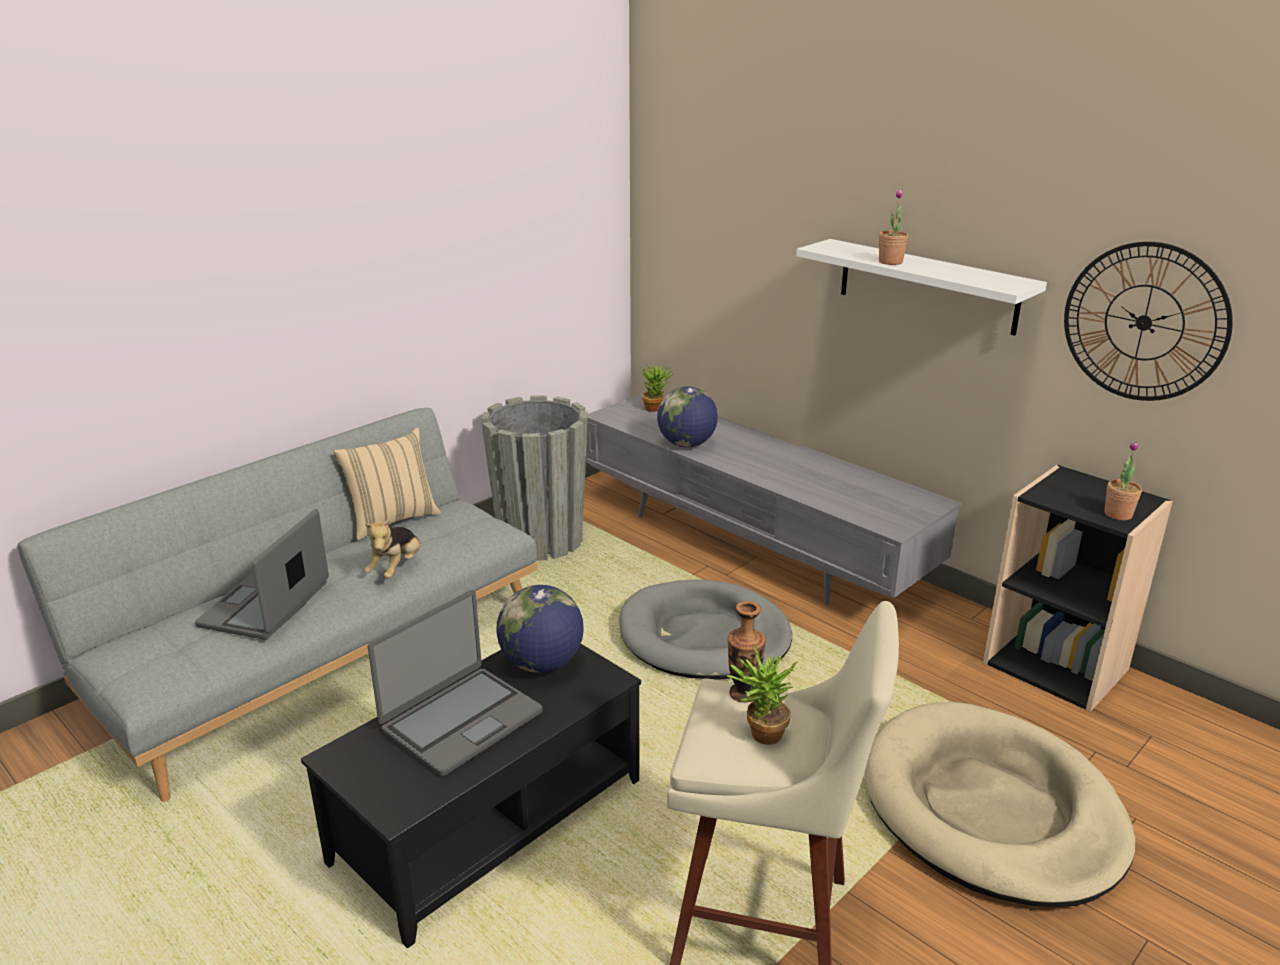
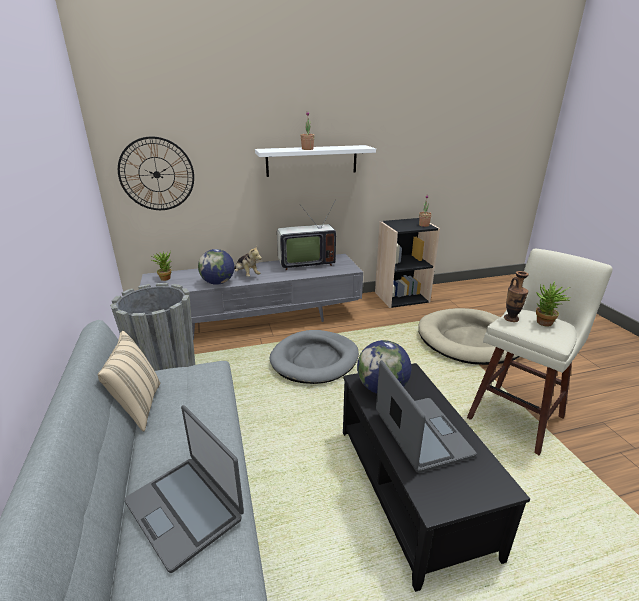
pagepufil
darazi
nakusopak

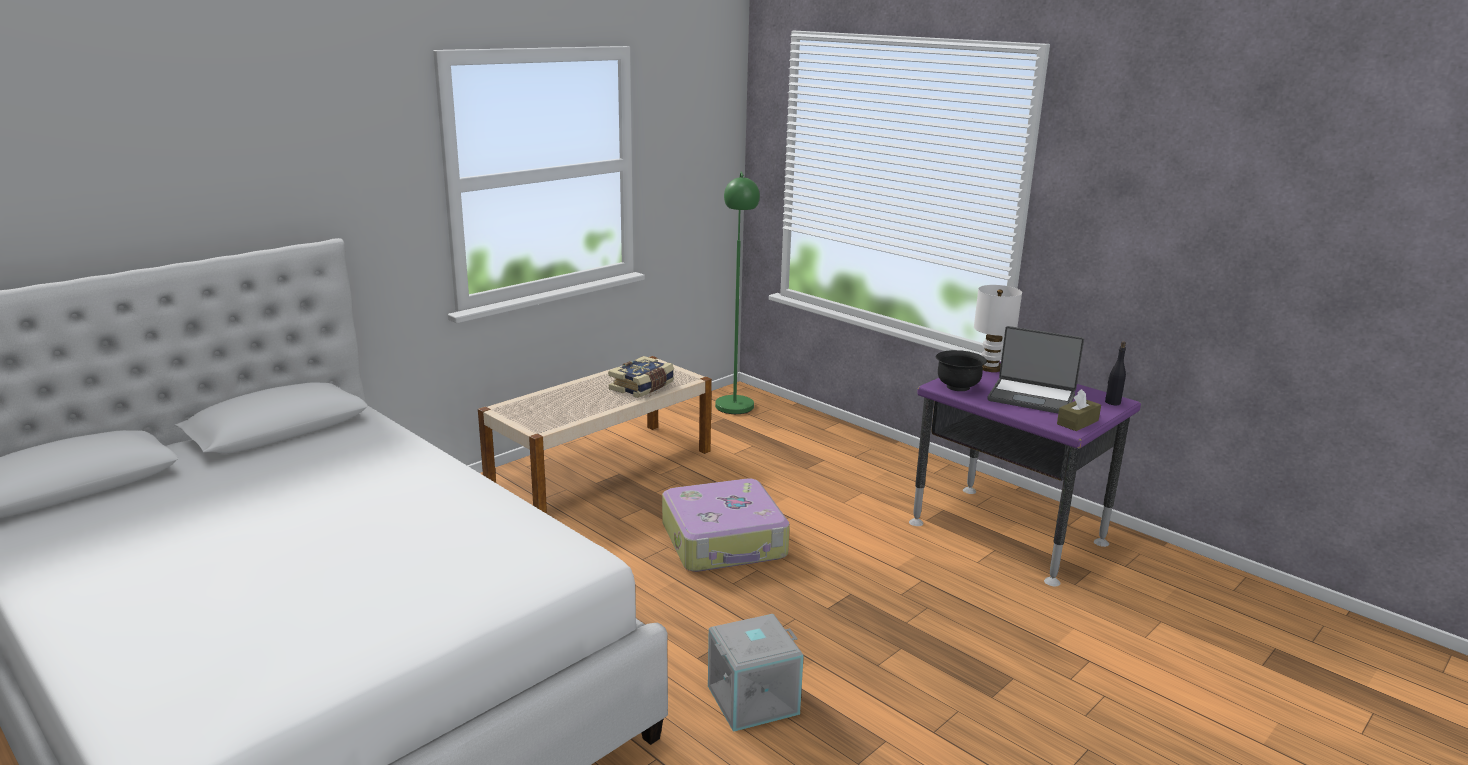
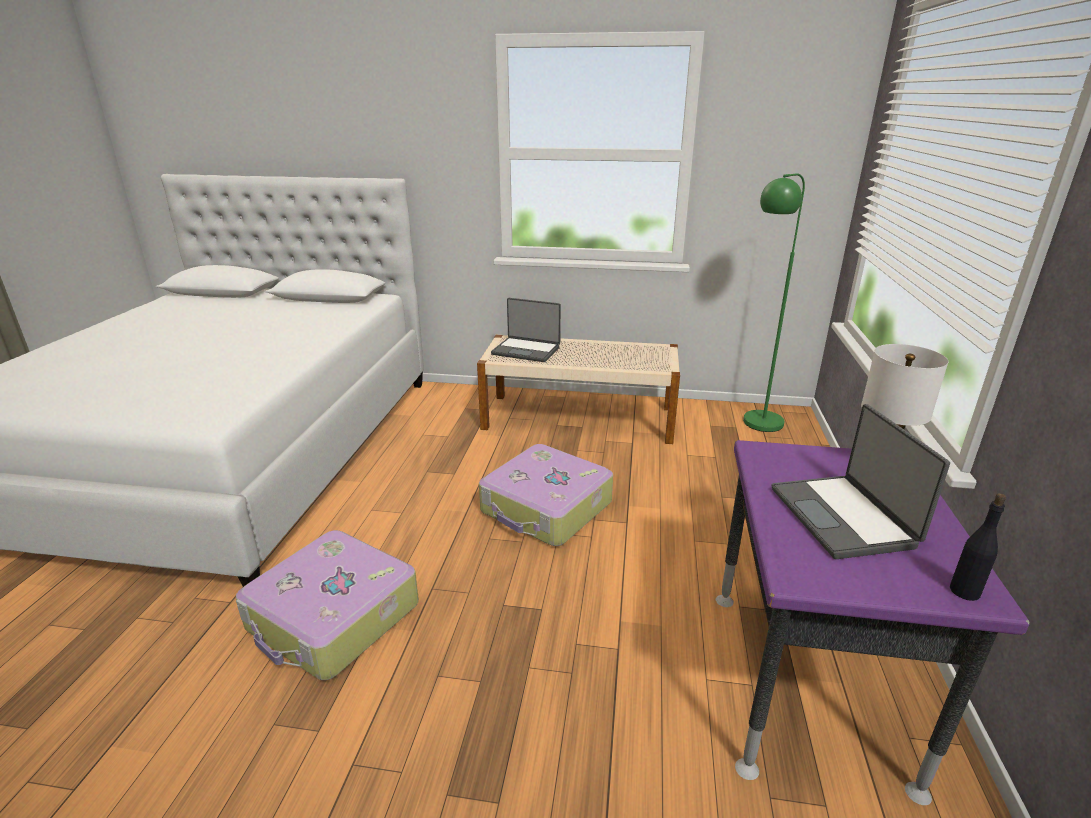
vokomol (no. 1 from left)
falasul (no. 1 from left)
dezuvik
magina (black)
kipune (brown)

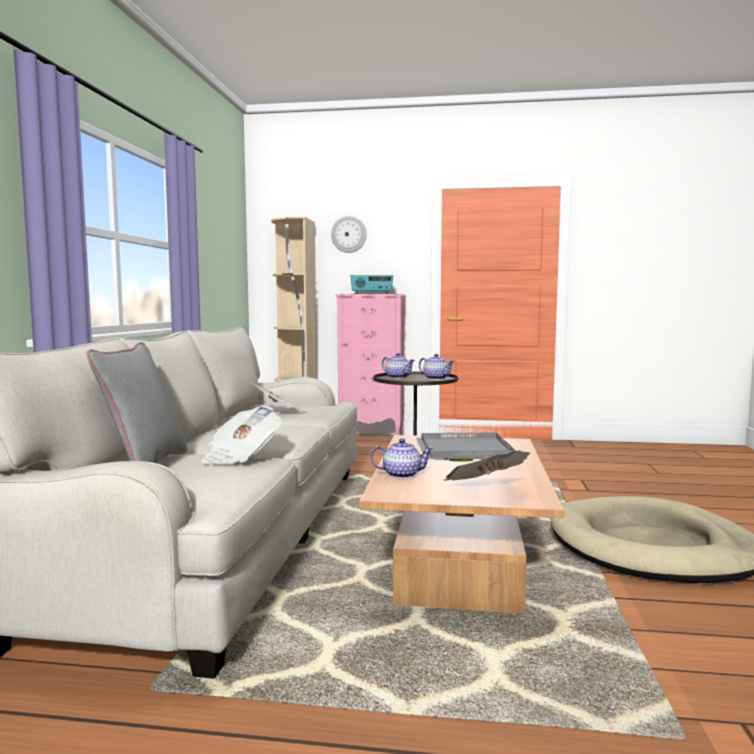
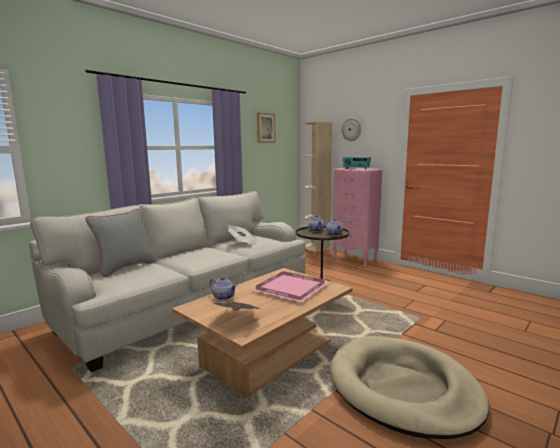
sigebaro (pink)
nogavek
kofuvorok (no. 1 from left in the first image)

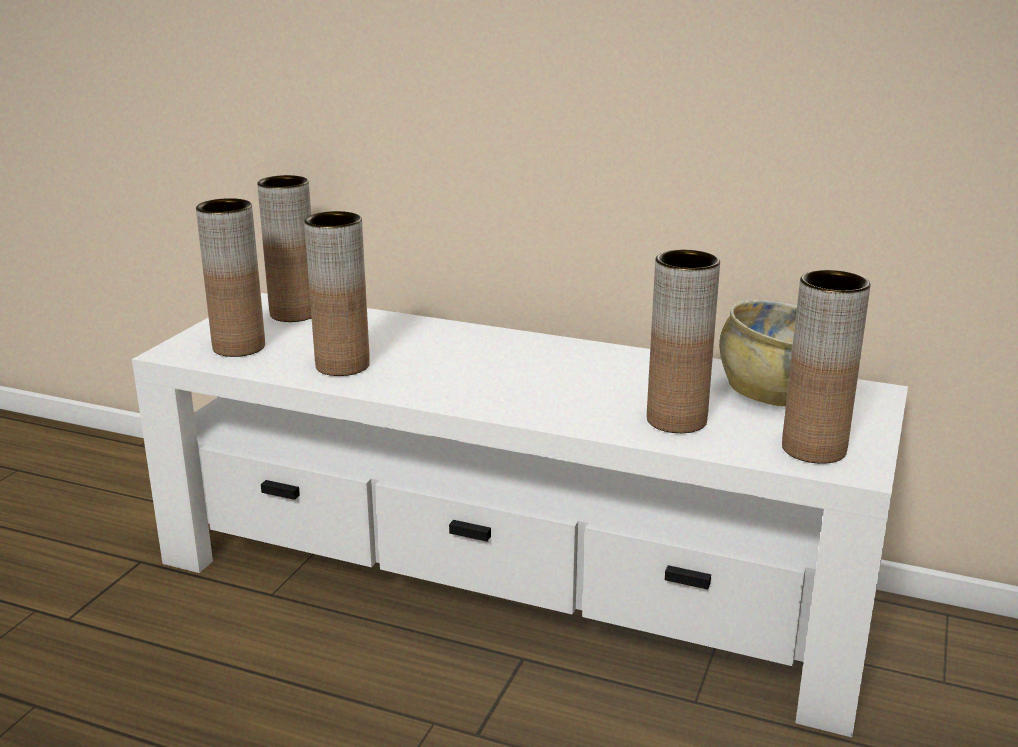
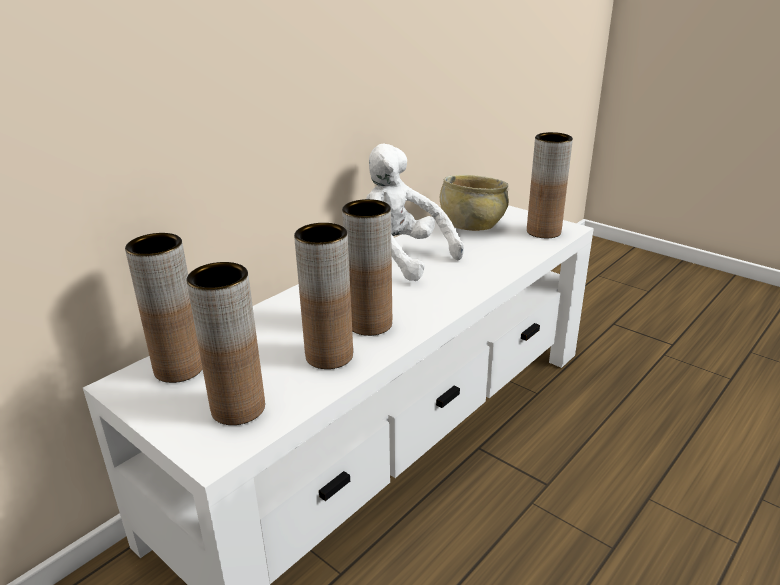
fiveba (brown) (no. 4 from left)
darazi (white)

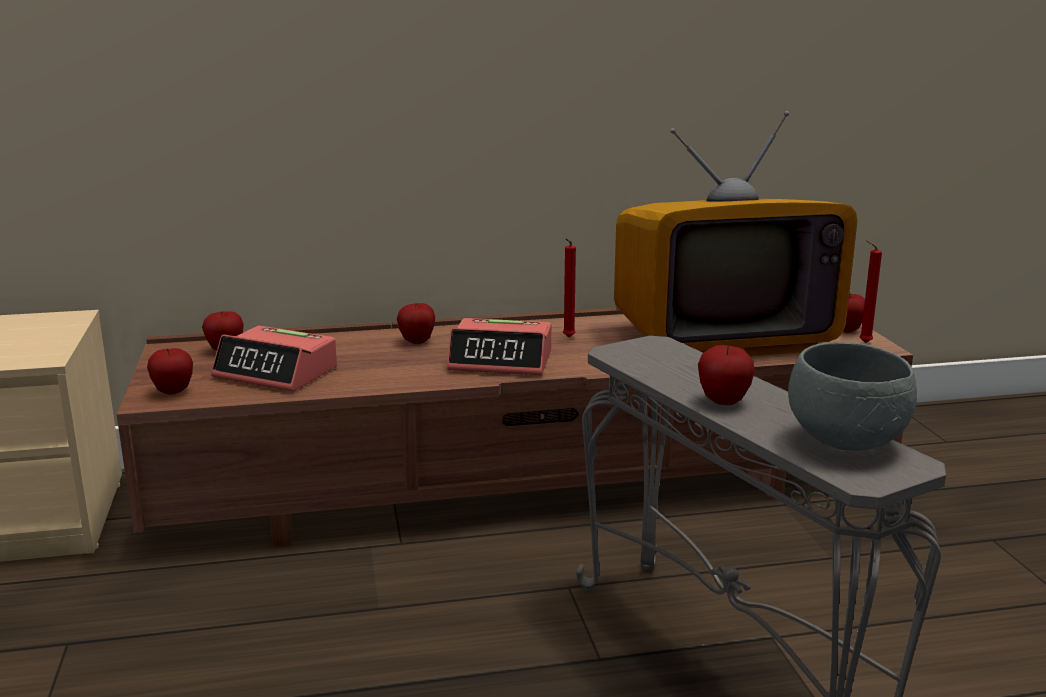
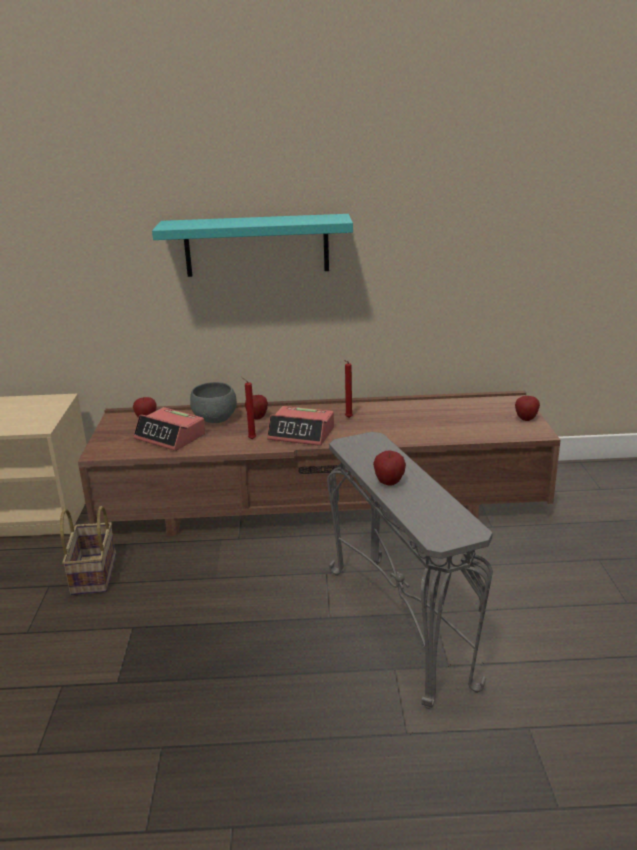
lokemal
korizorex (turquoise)
magina (grey)
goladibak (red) (no. 1 from left)
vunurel (no. 1 from left in the first image)
nakusopak

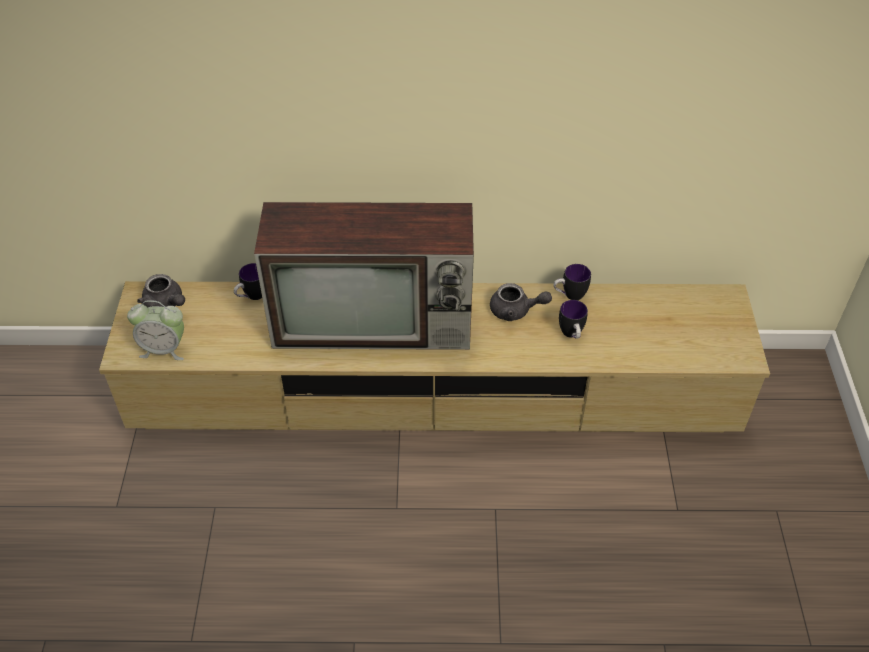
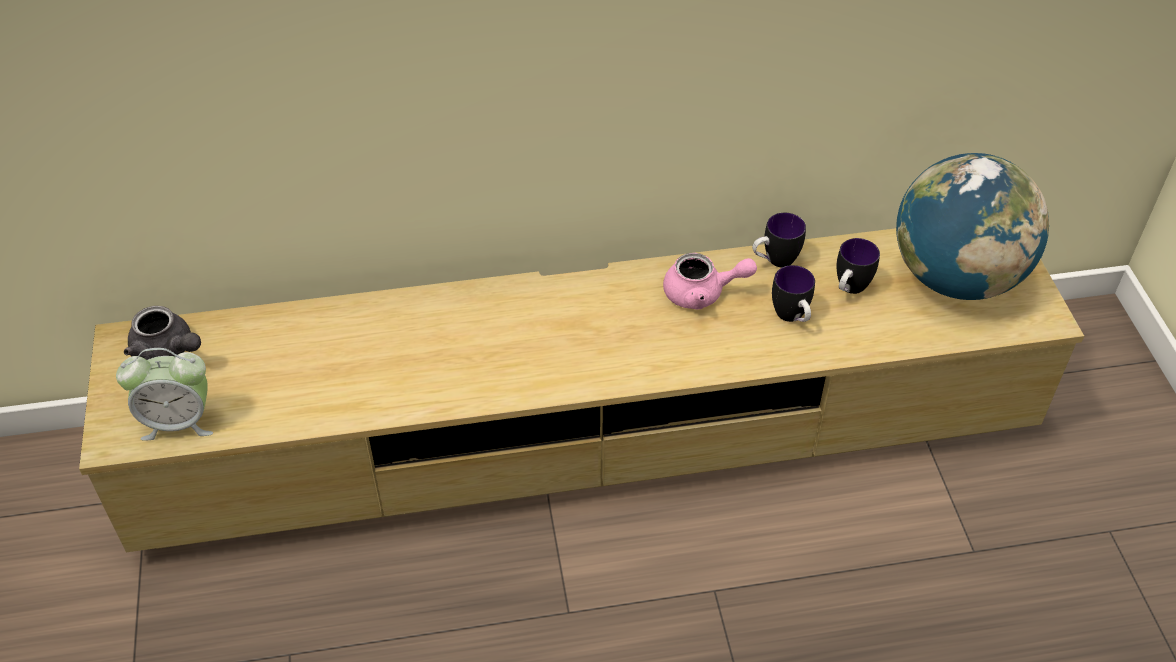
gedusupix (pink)
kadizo (no. 3 from left)
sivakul
nakusopak

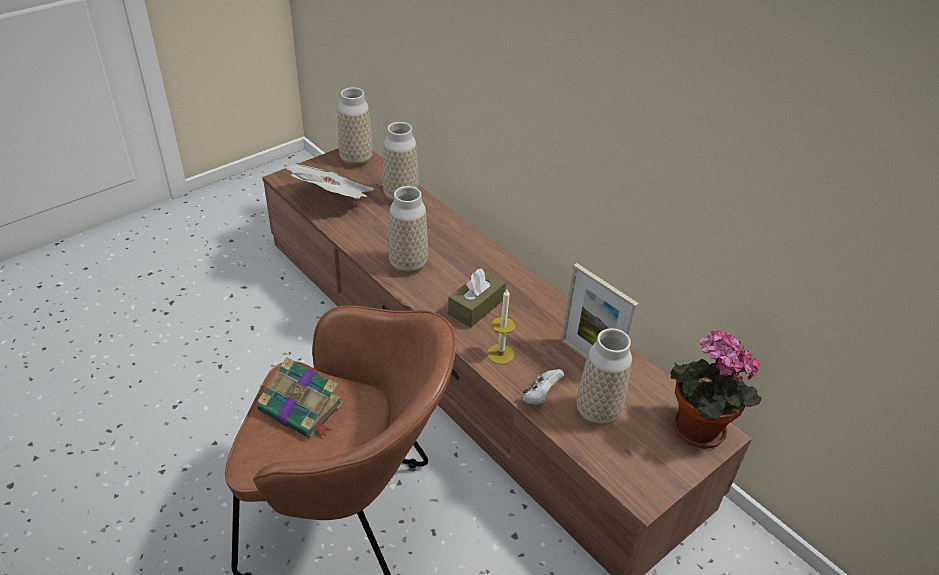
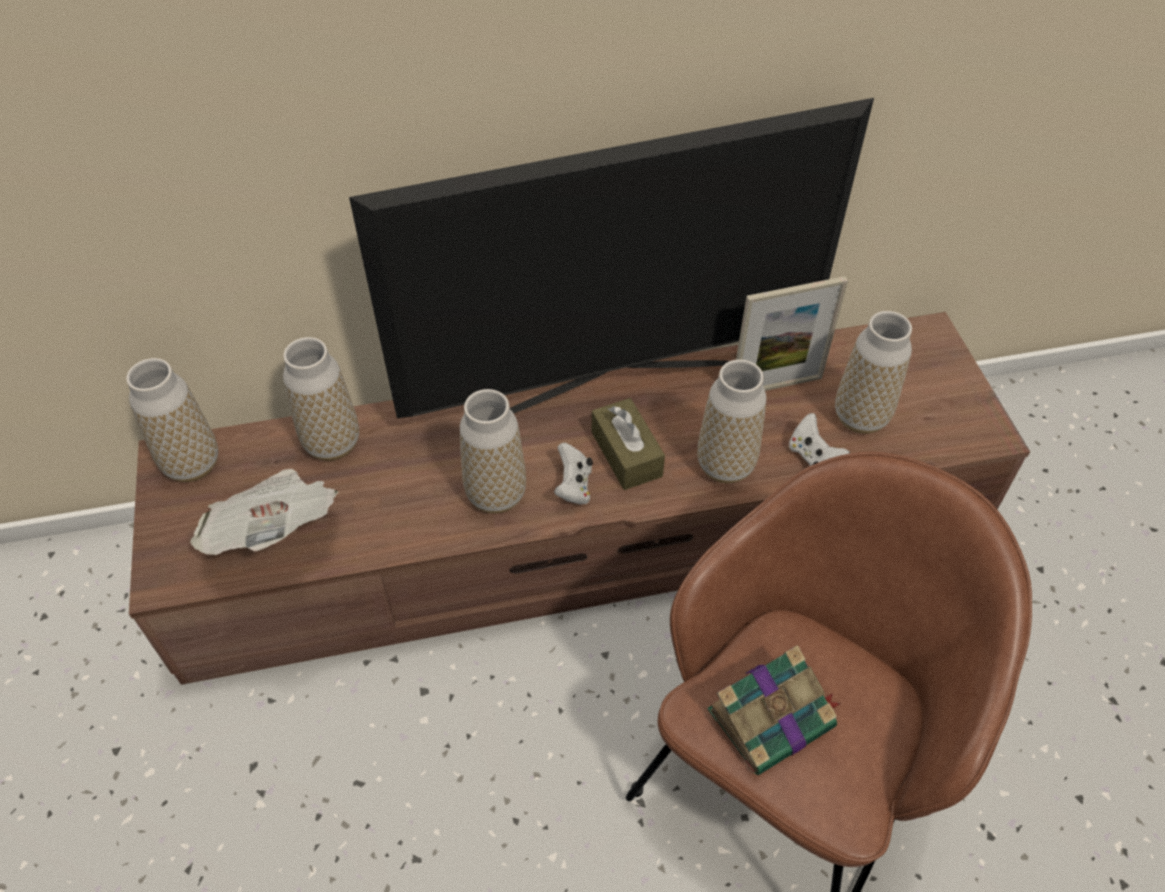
nakusopak
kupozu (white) (no. 1 from left)
fiveba (no. 4 from left)
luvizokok

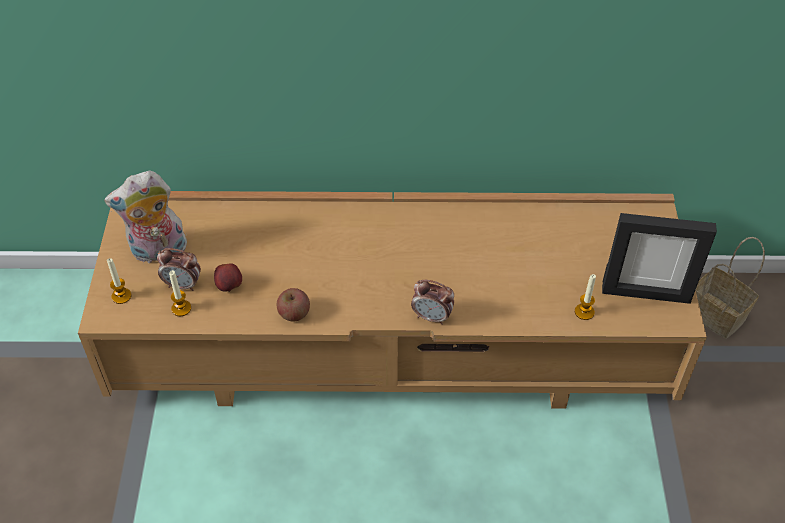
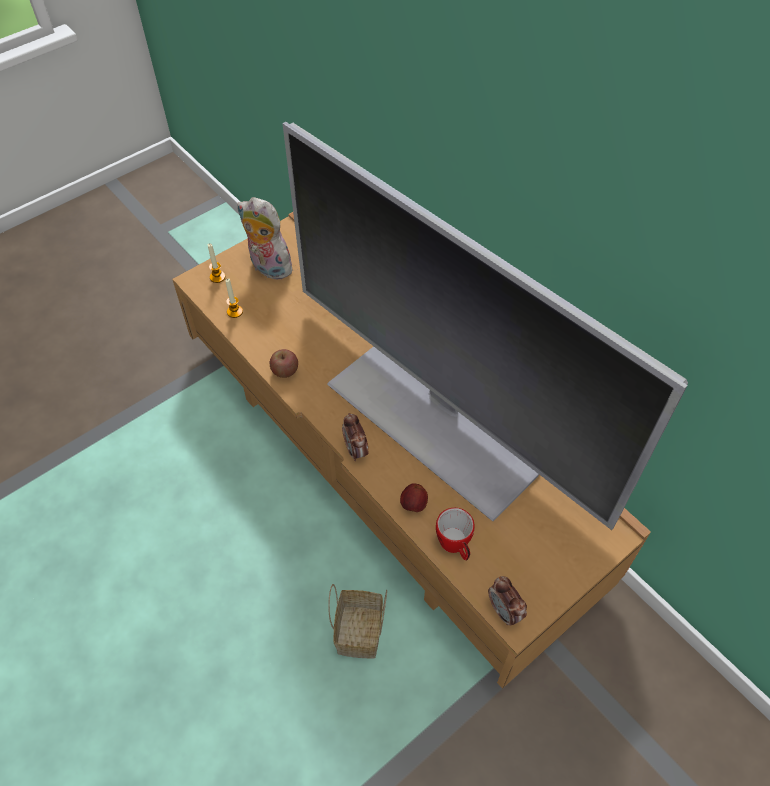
nakusopak
lokemal
vunurel (no. 2 from left)
kadizo
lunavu (no. 2 from left)
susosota

